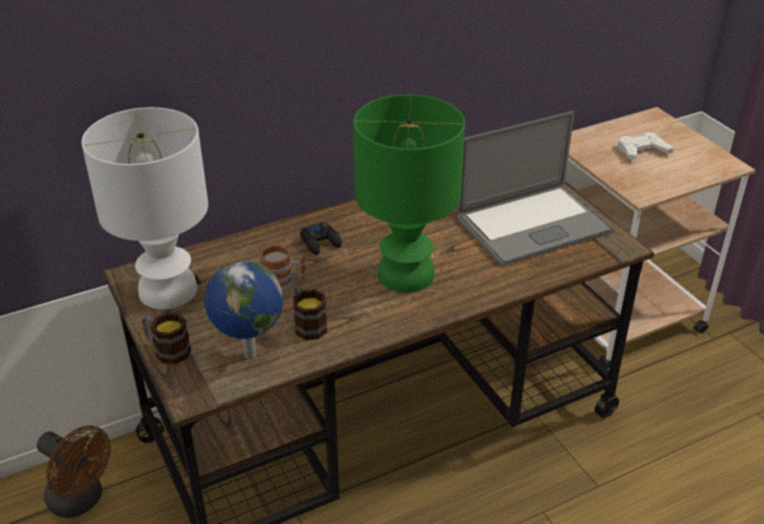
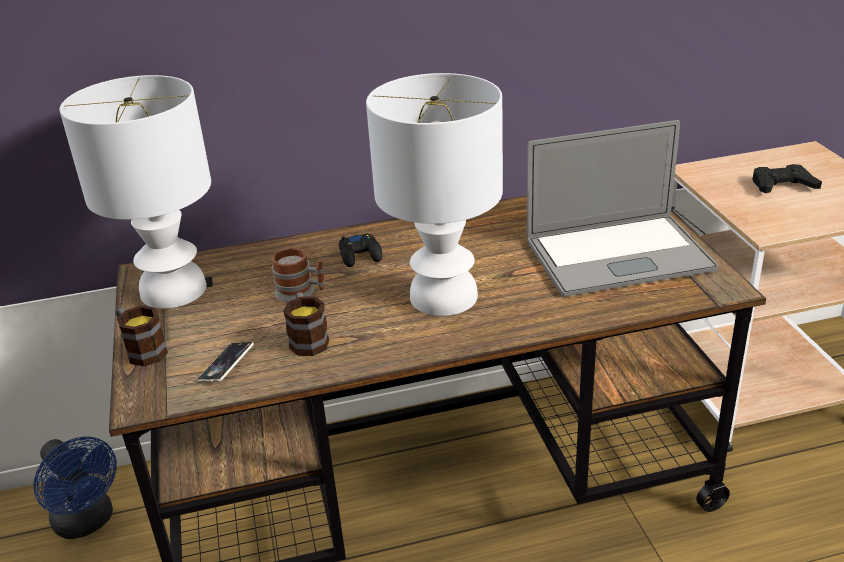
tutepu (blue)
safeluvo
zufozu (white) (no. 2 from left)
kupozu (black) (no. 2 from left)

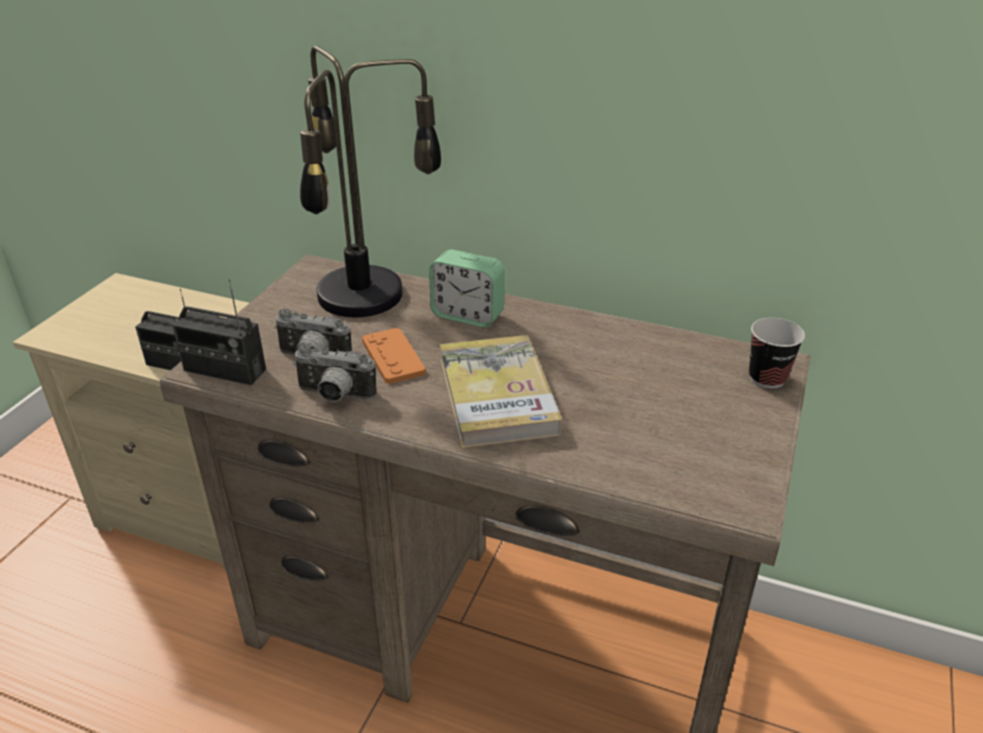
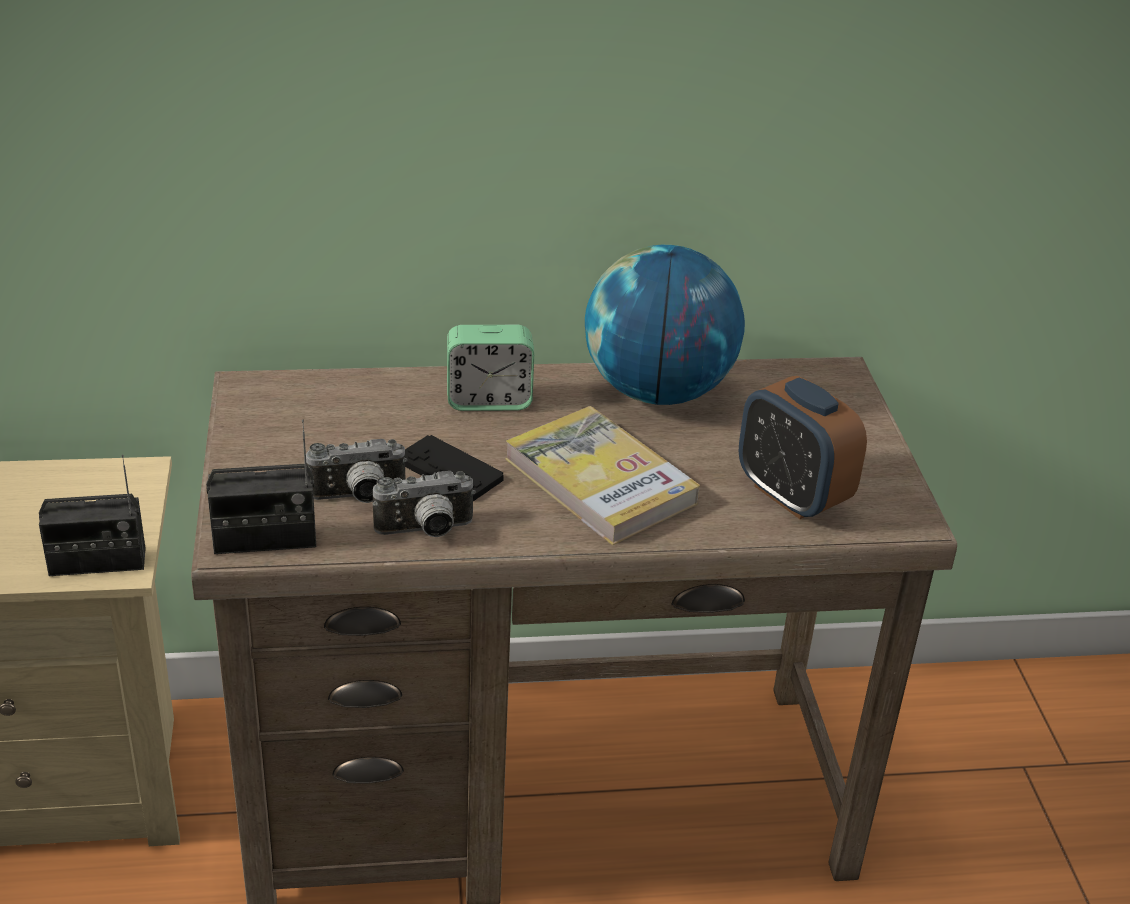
kupozu (black)
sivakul
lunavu (no. 2 from left)
zufozu
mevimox

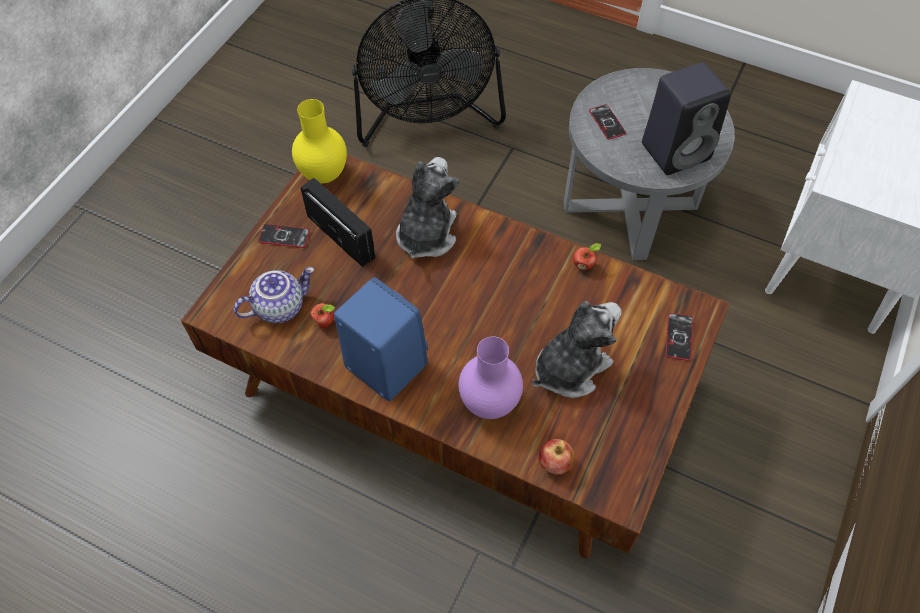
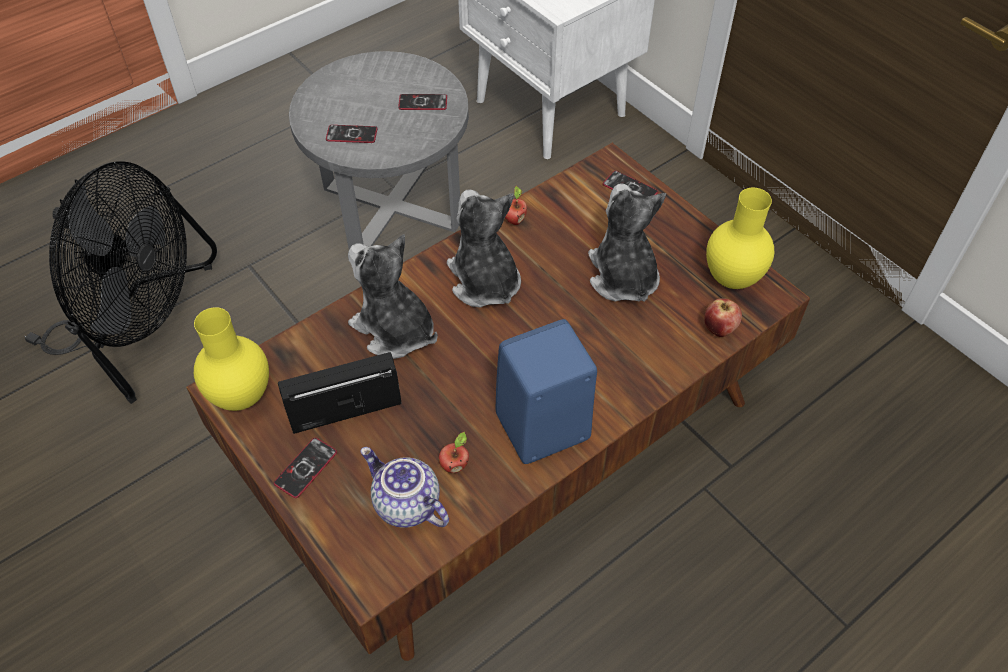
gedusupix
safeluvo (no. 3 from left)
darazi (no. 2 from left)
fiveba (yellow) (no. 2 from left)
fiveba (purple)

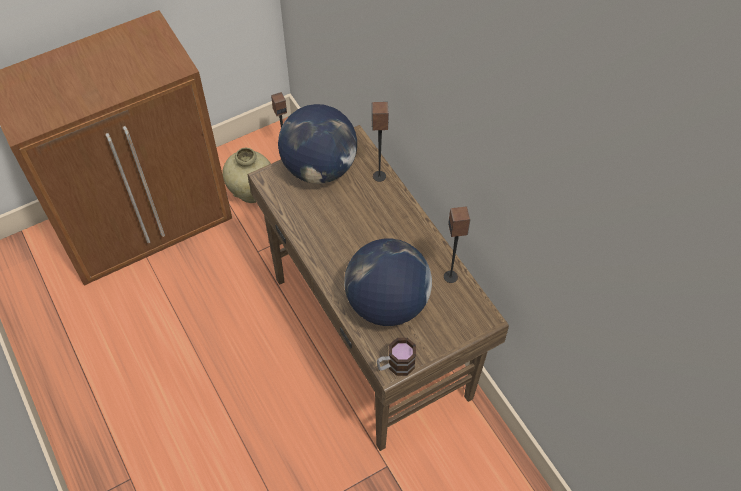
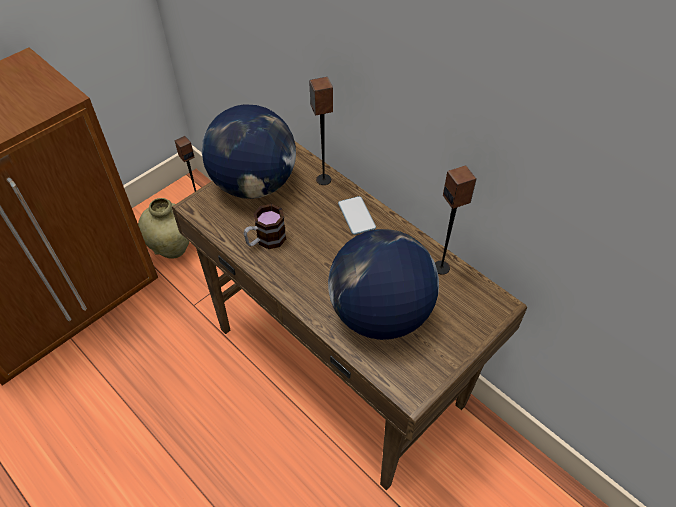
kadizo
safeluvo

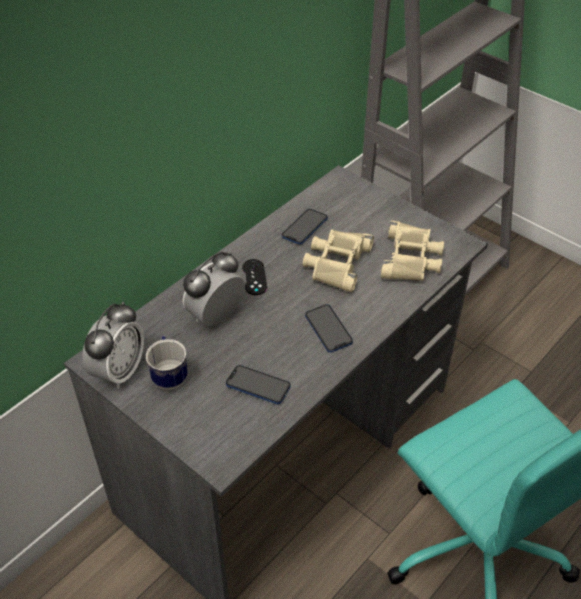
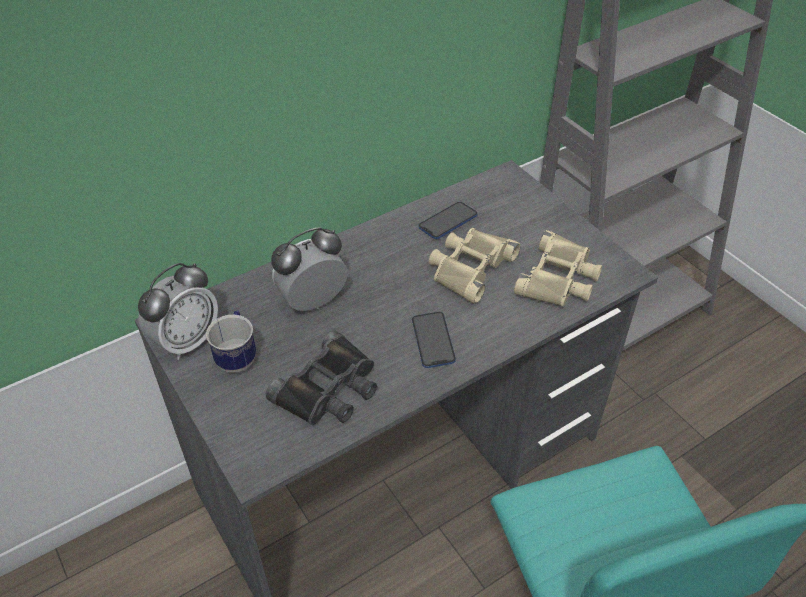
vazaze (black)
kupozu (black)

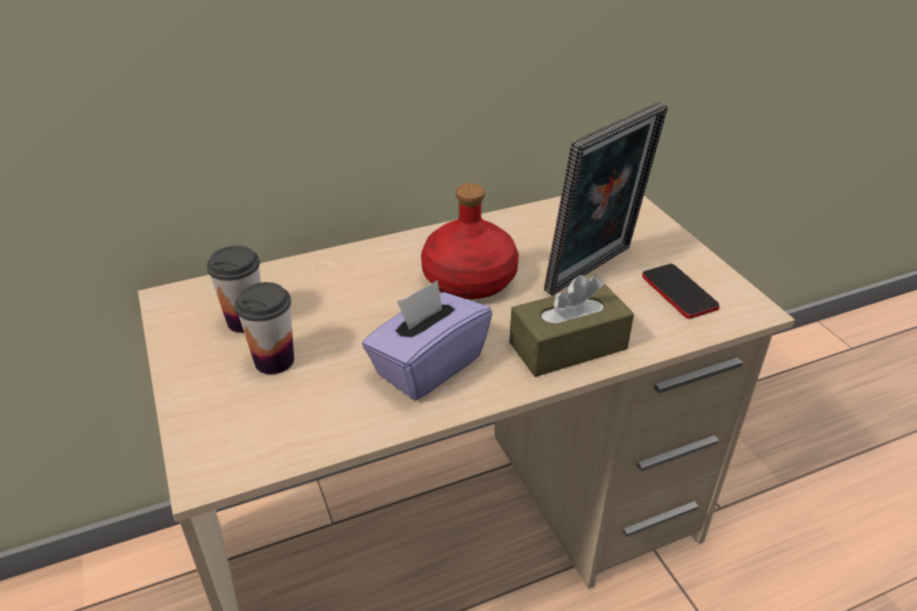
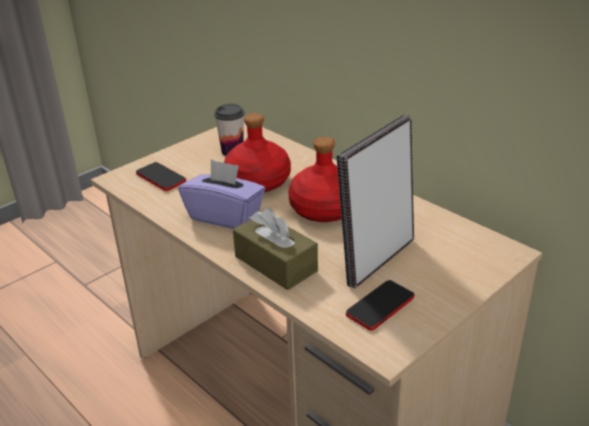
safeluvo (no. 1 from left)
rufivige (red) (no. 1 from left)
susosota
mevimox (no. 2 from left in the first image)

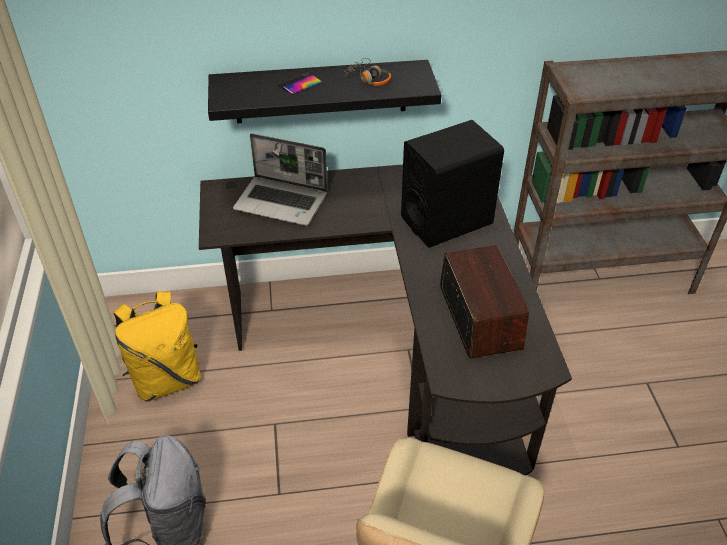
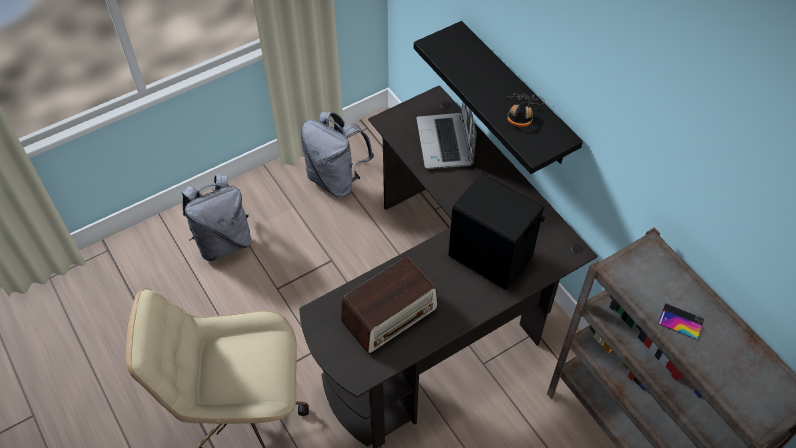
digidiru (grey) (no. 2 from left)
safeluvo

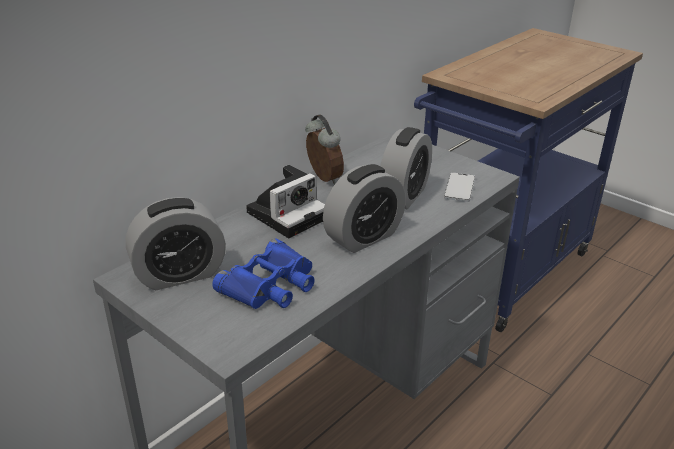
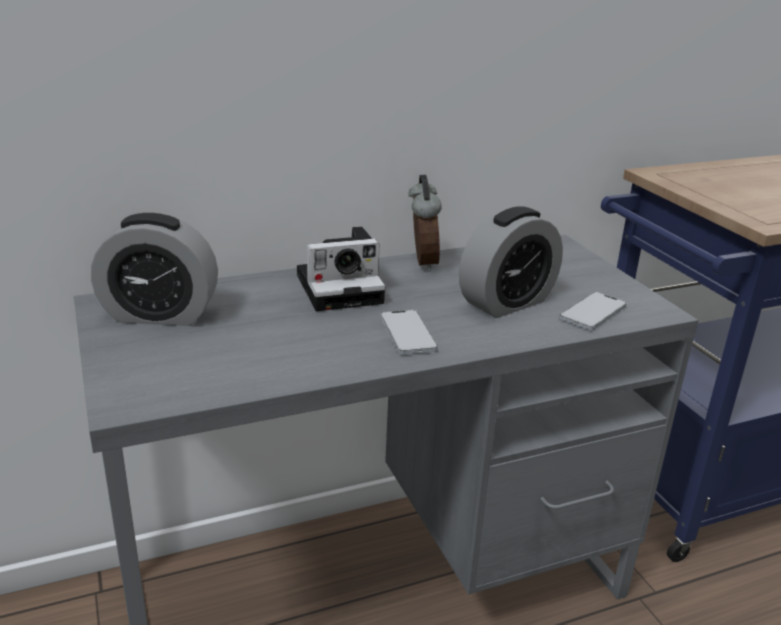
safeluvo (no. 1 from left)
vazaze (blue)

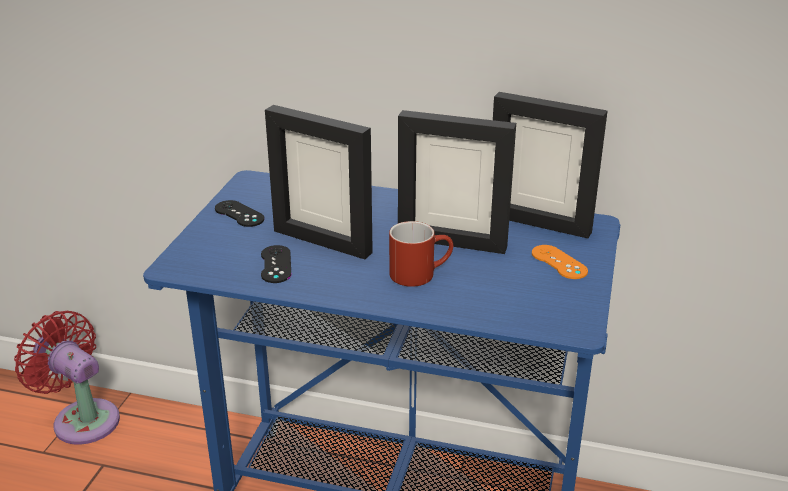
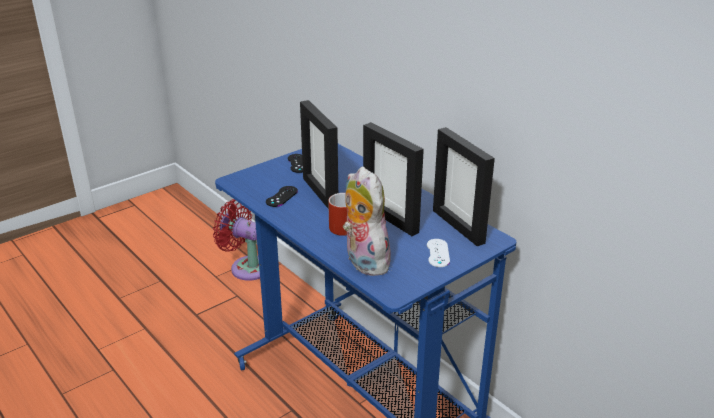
tutepu (red)
darazi
kupozu (white)

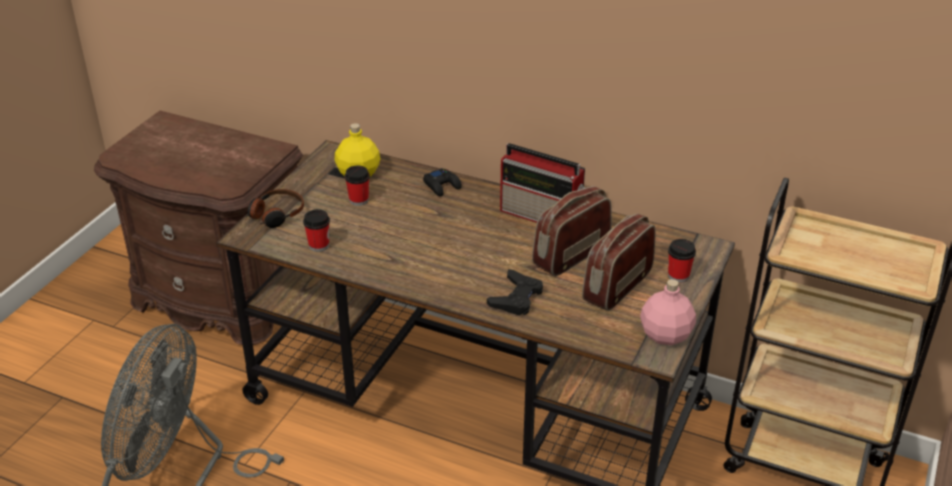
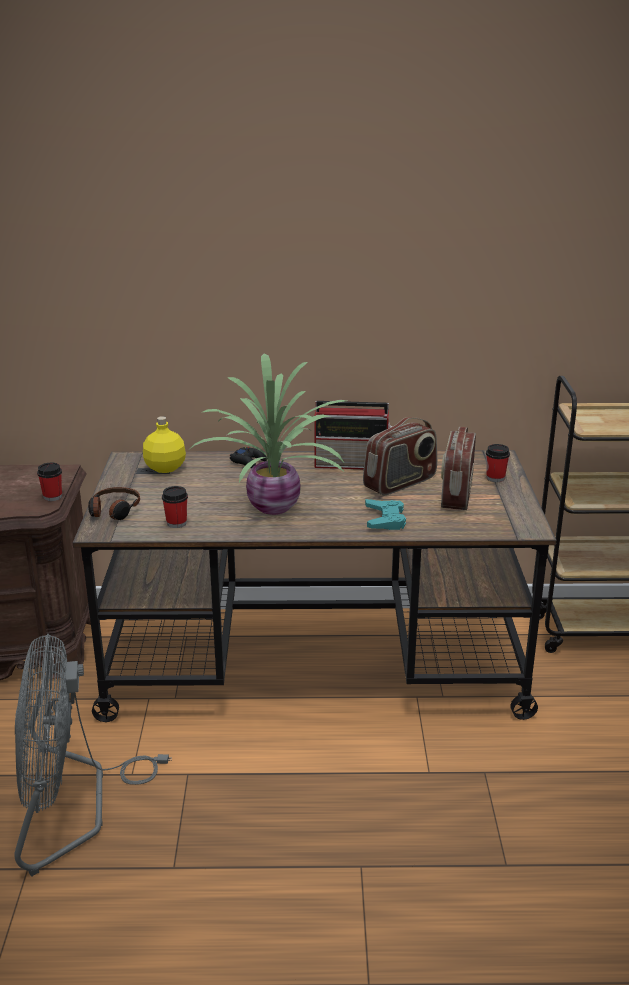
mevimox (no. 1 from left)
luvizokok
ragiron (no. 2 from left)
kupozu (turquoise)
rufivige (pink)

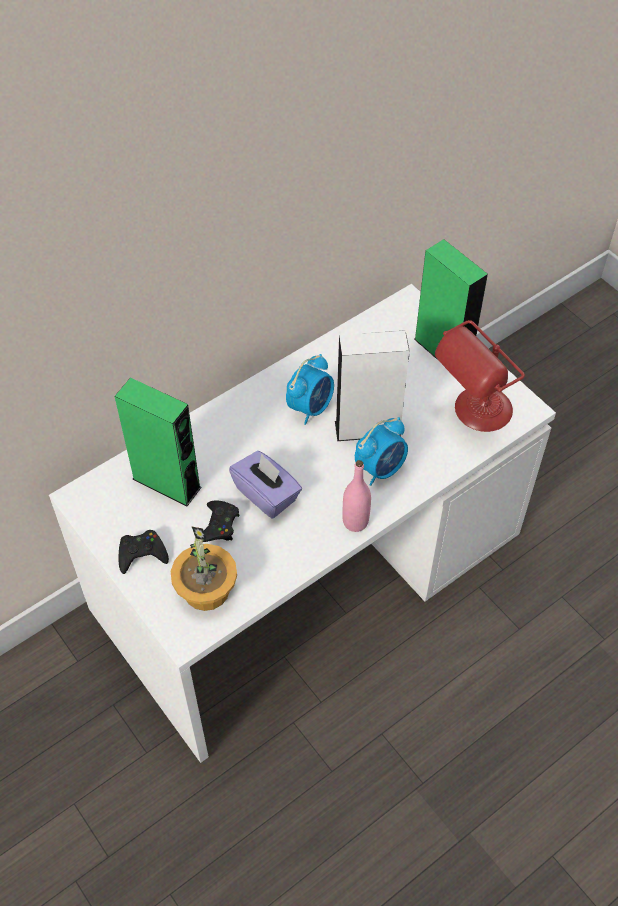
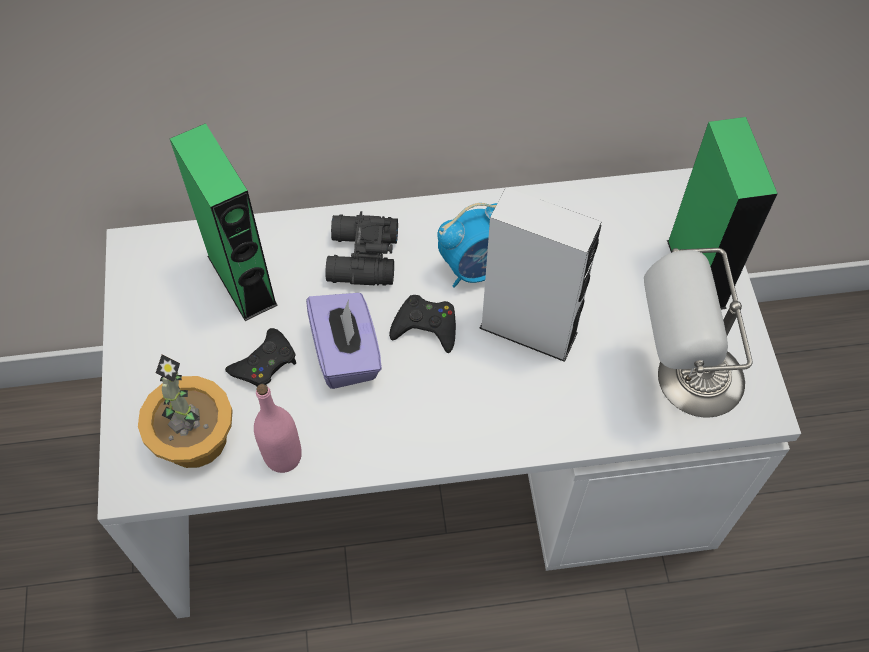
rufivige (pink)
vazaze (black)
kupozu (black) (no. 2 from left)
zufozu (white)
lunavu (no. 2 from left in the first image)

